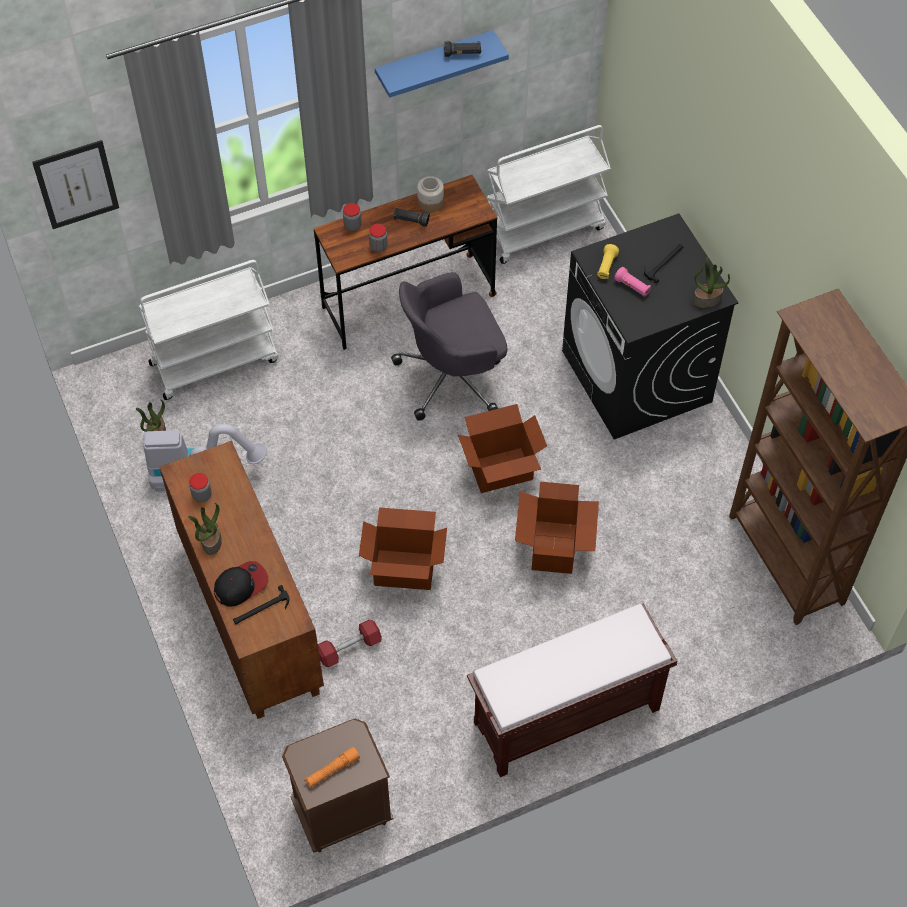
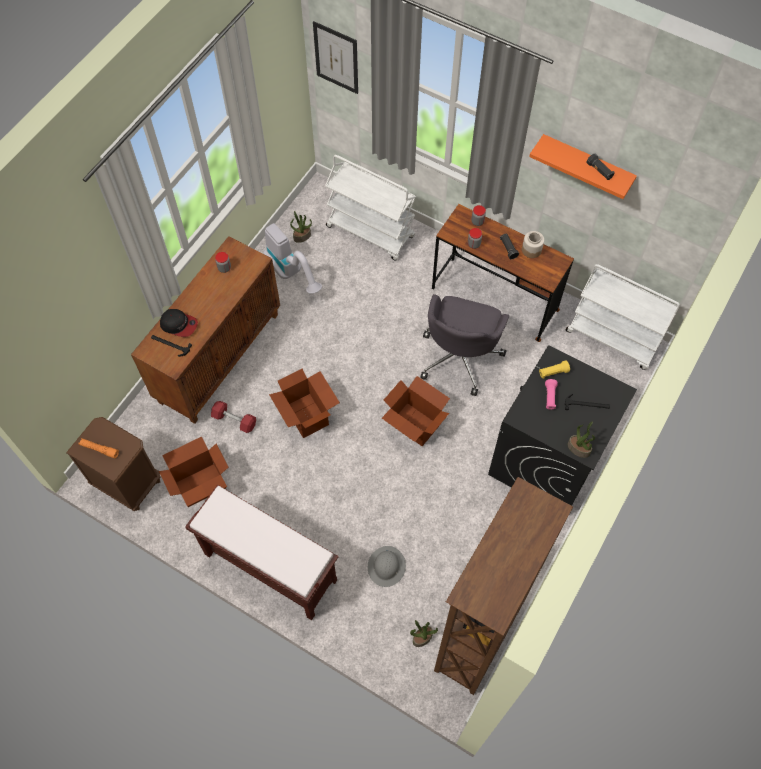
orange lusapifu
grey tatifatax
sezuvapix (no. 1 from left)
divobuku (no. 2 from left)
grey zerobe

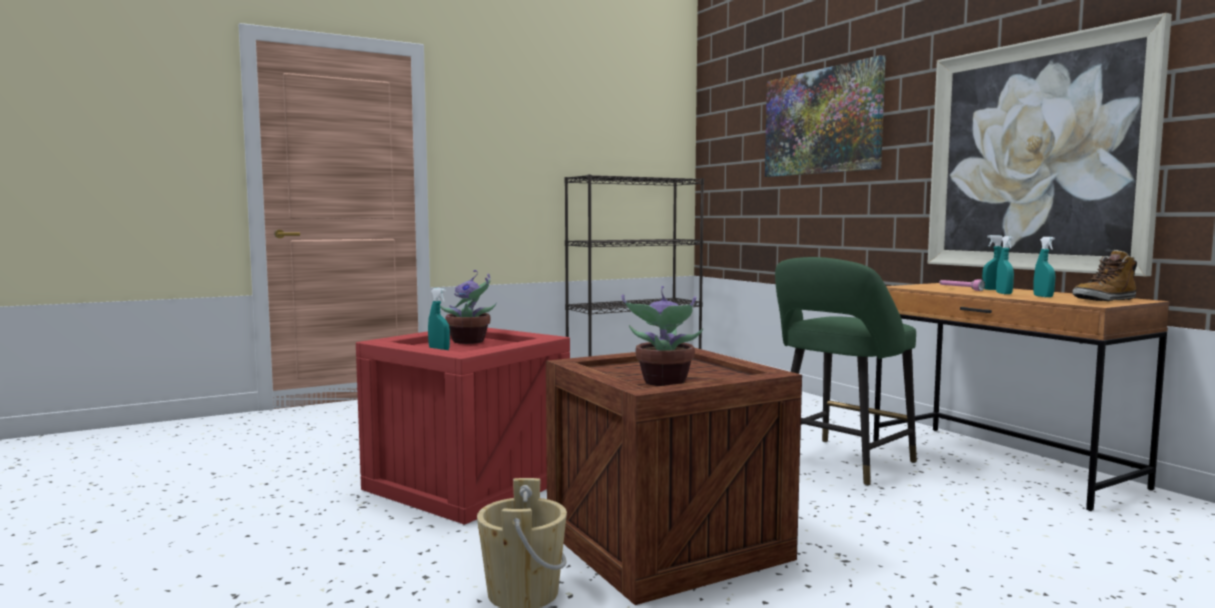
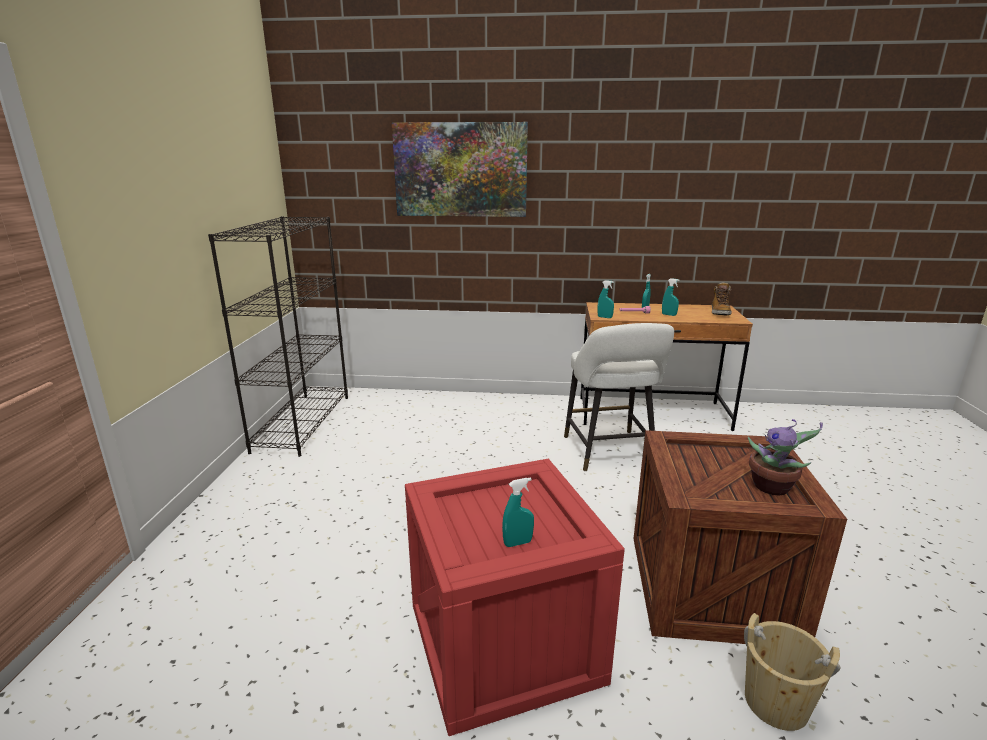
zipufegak (no. 2 from left in the first image)
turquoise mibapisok (no. 2 from left)
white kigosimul
divobuku (no. 1 from left in the first image)

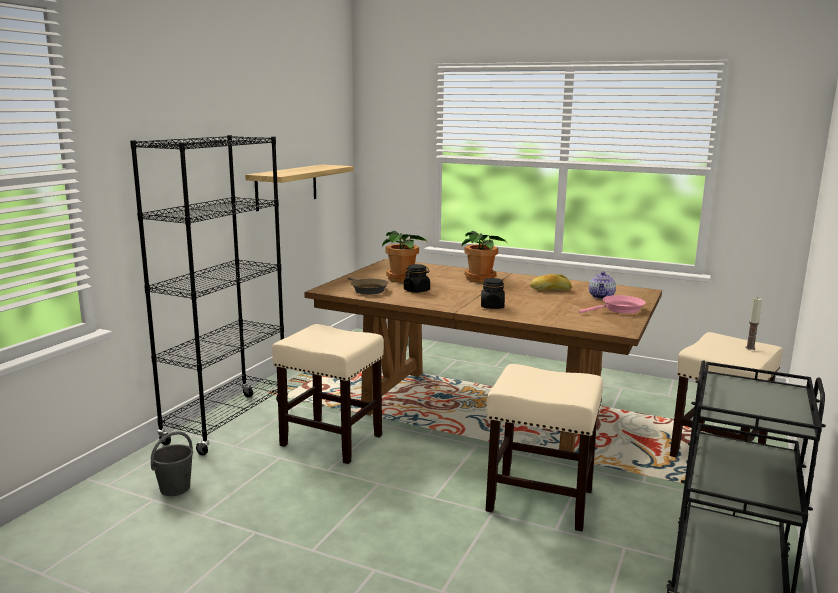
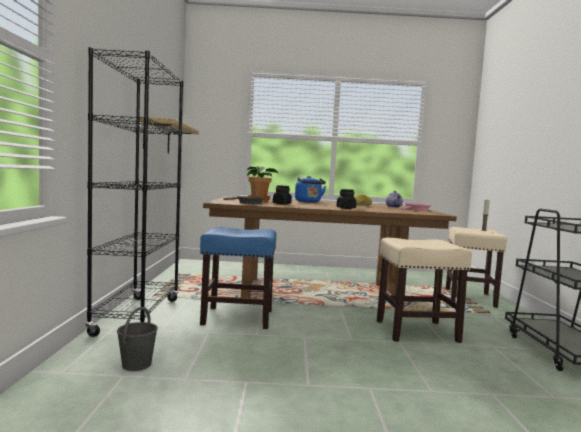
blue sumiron
blue kigosimul

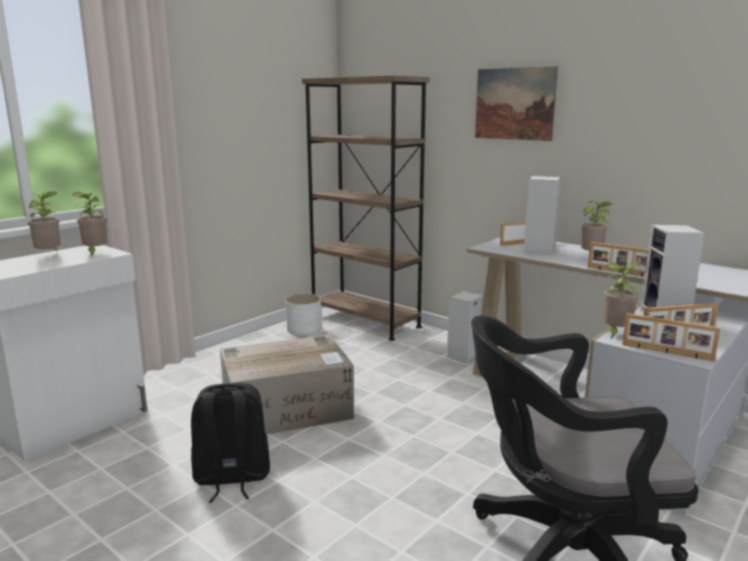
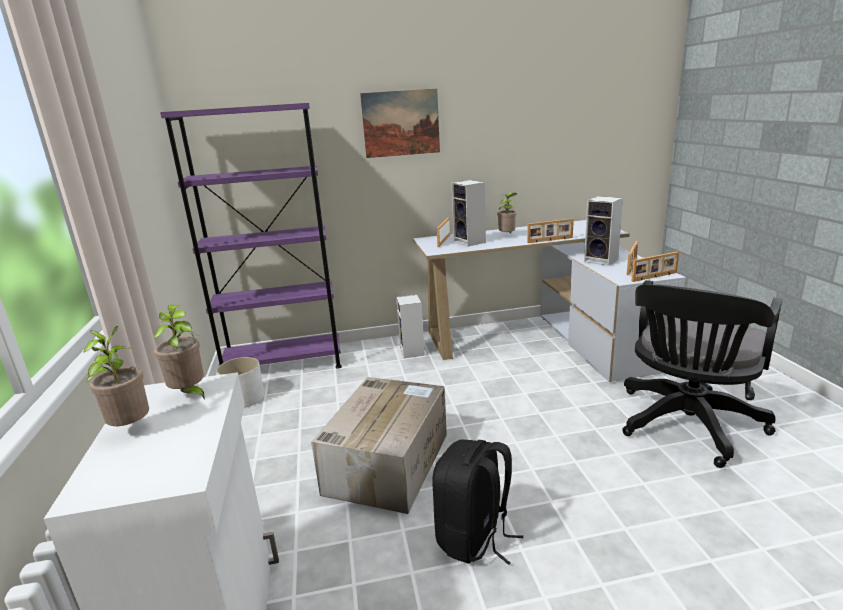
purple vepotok
divobuku (no. 4 from left in the first image)

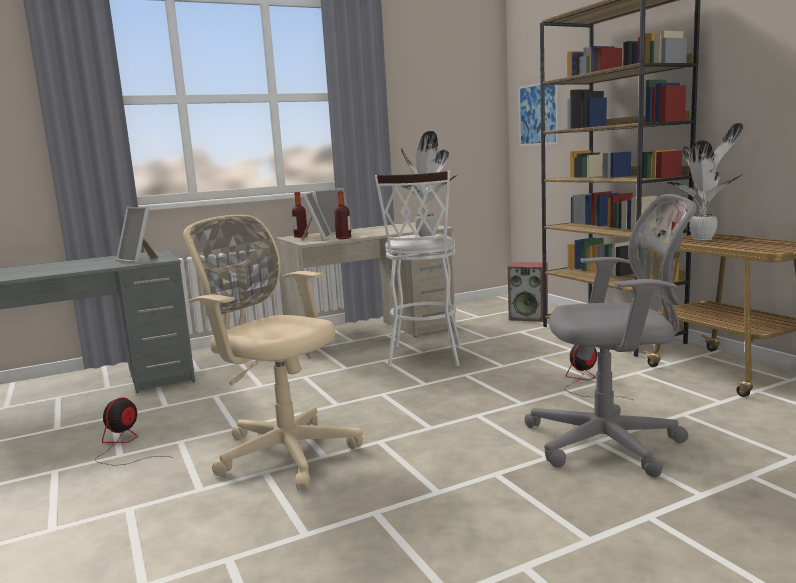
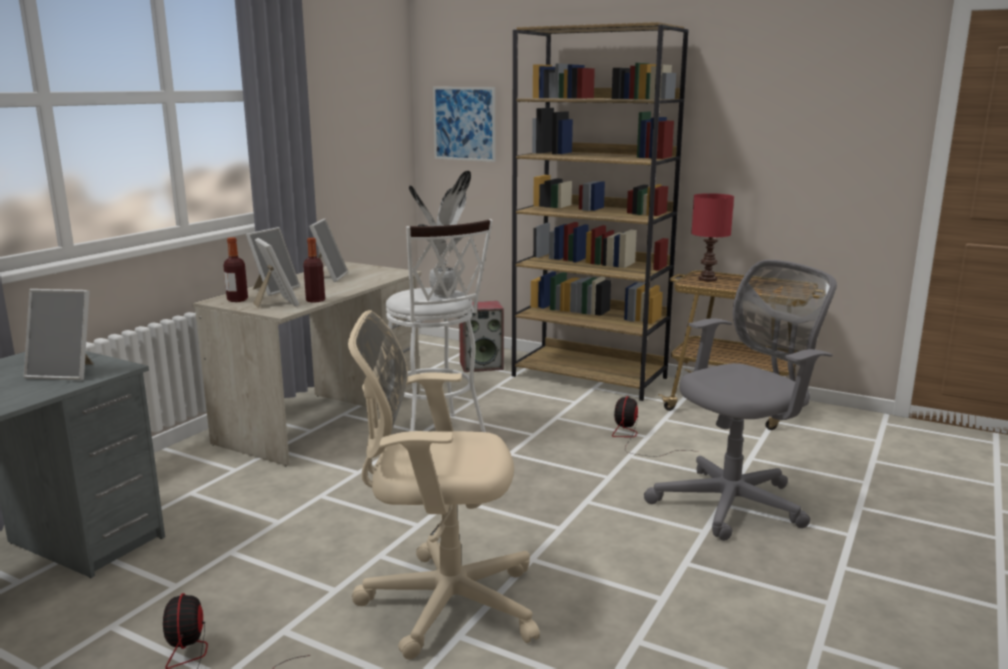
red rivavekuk
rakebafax (no. 4 from left)

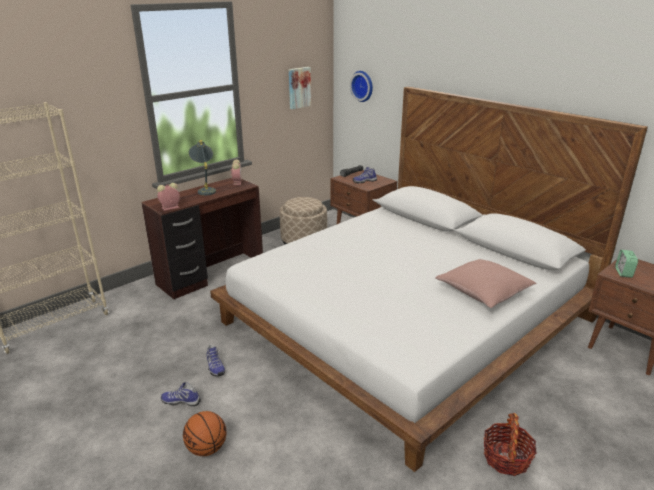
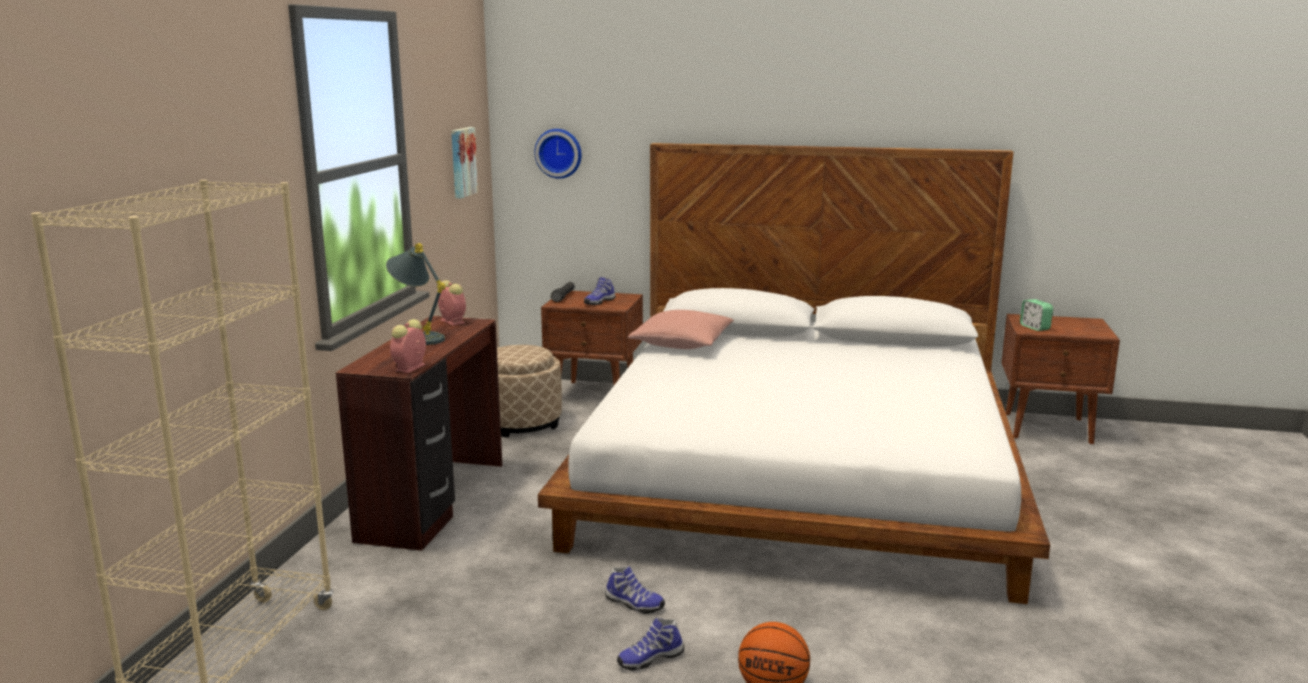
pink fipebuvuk
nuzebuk

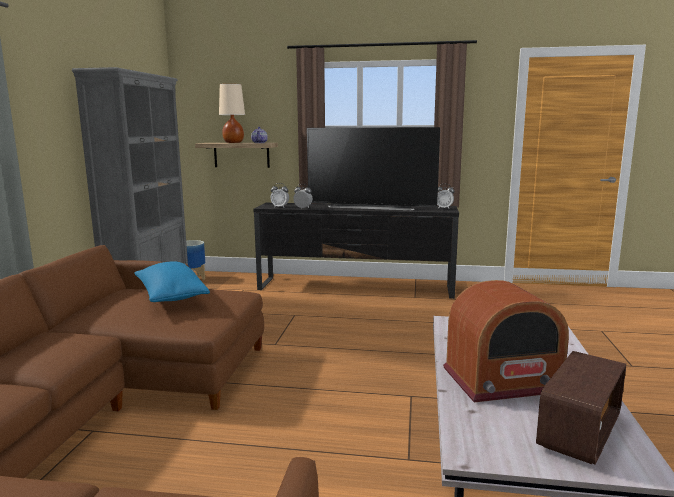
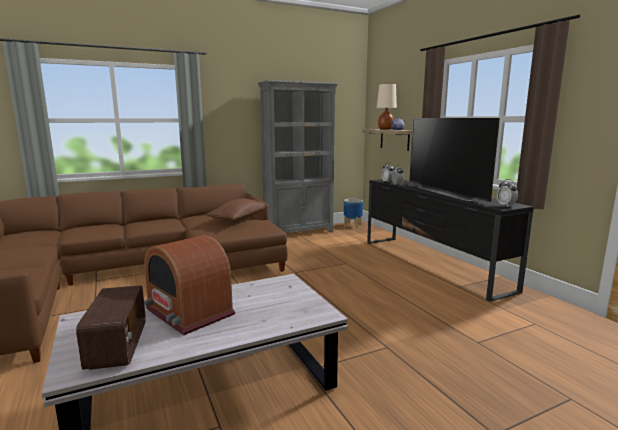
brown fipebuvuk
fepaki (no. 1 from left)

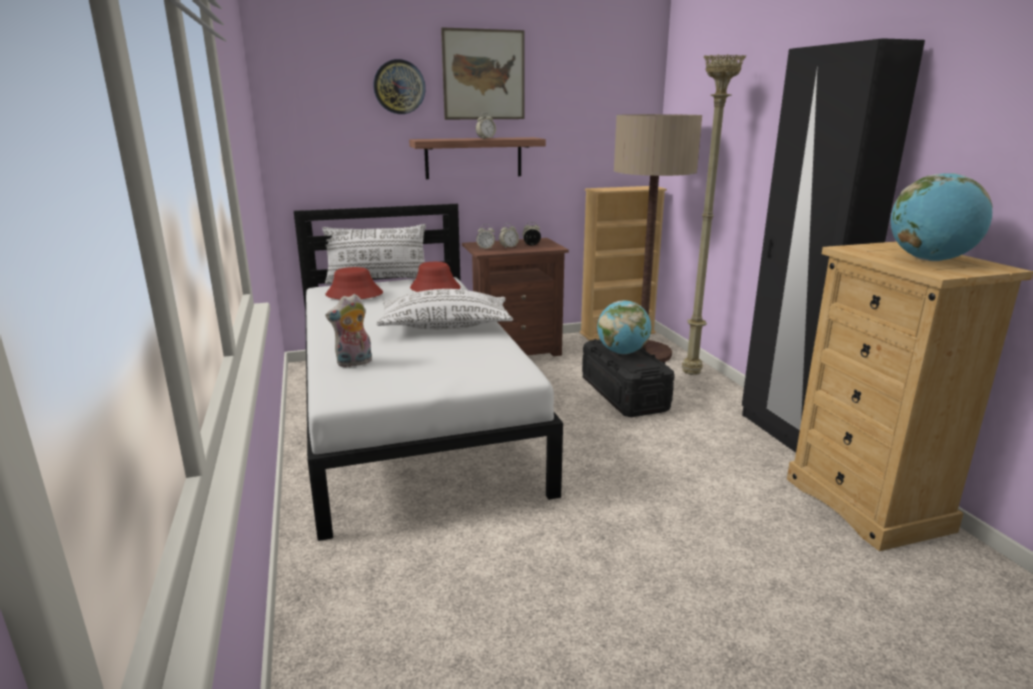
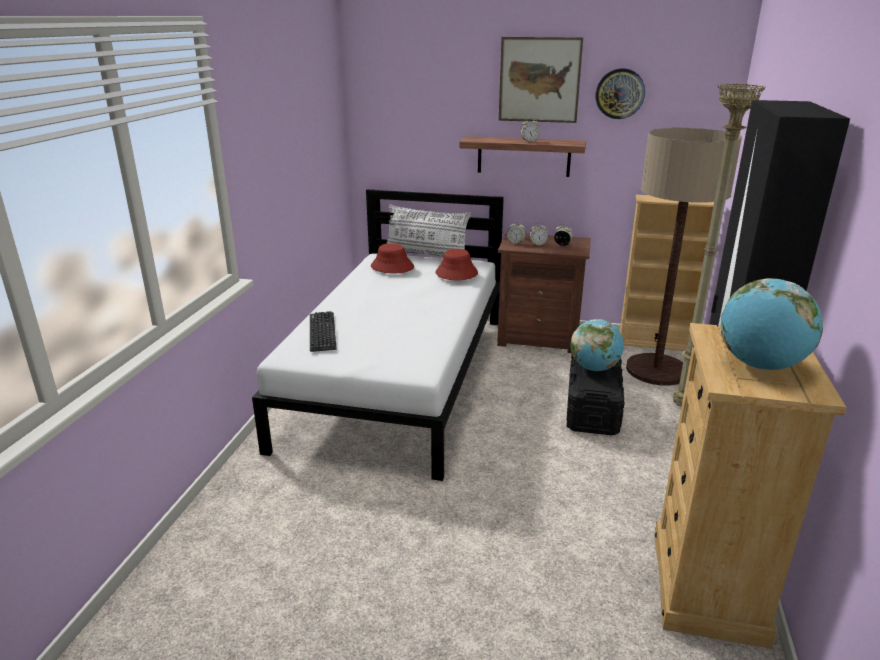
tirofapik
white fipebuvuk (no. 2 from left in the first image)
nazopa

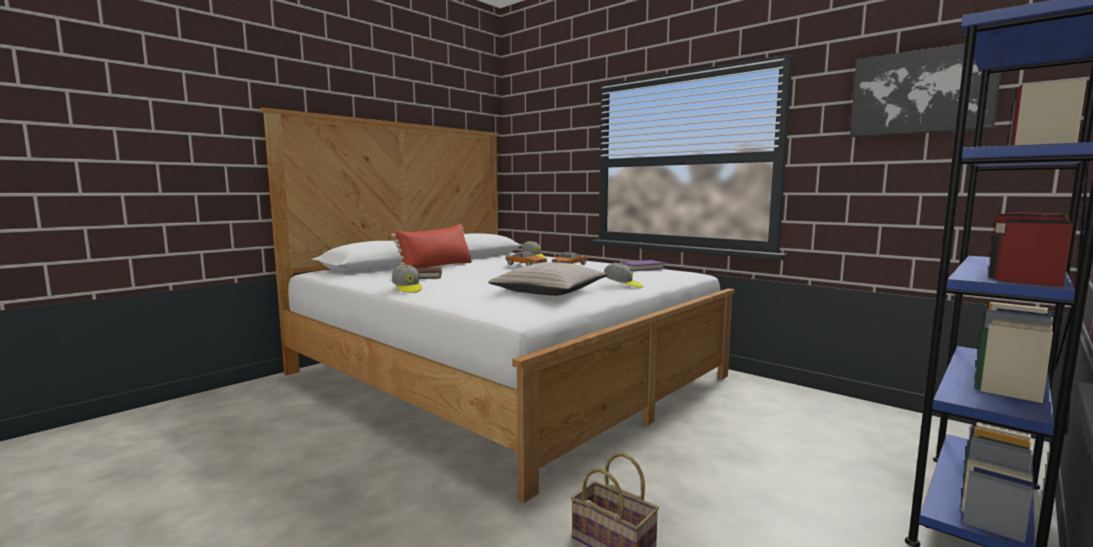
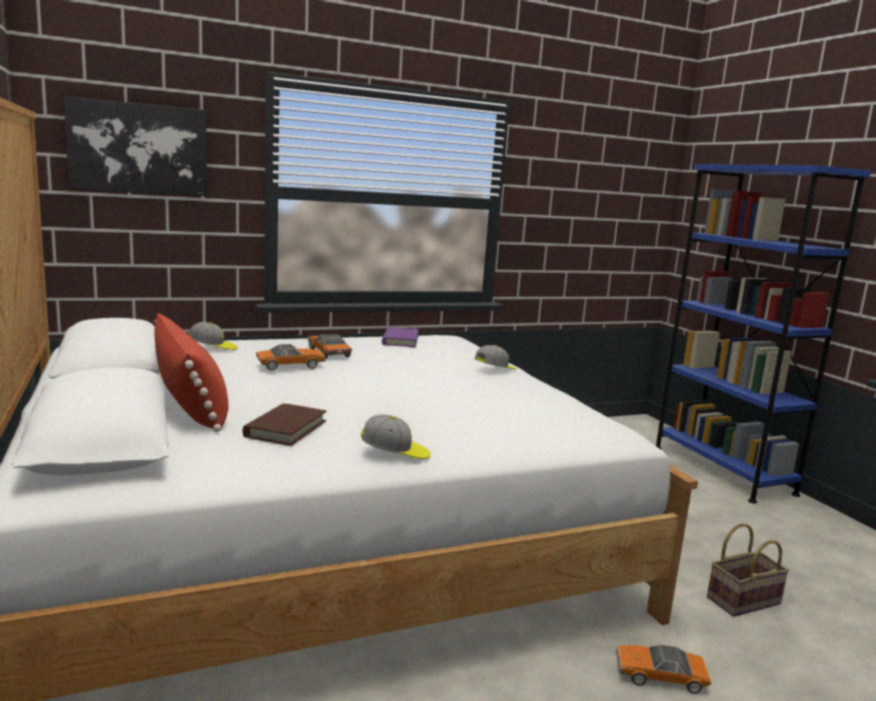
zipufegak
beige fipebuvuk
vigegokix (no. 3 from left)

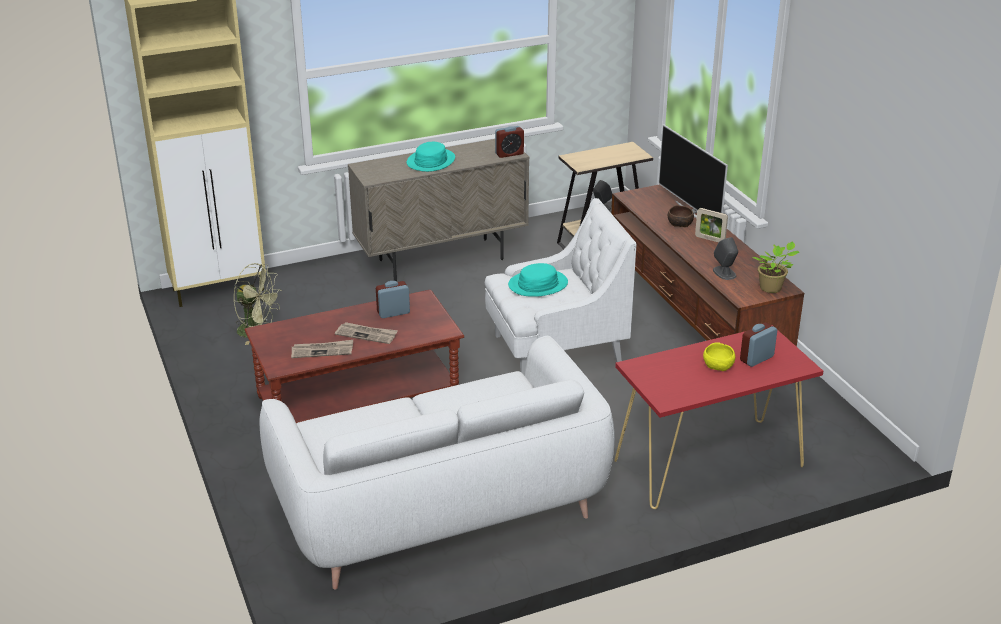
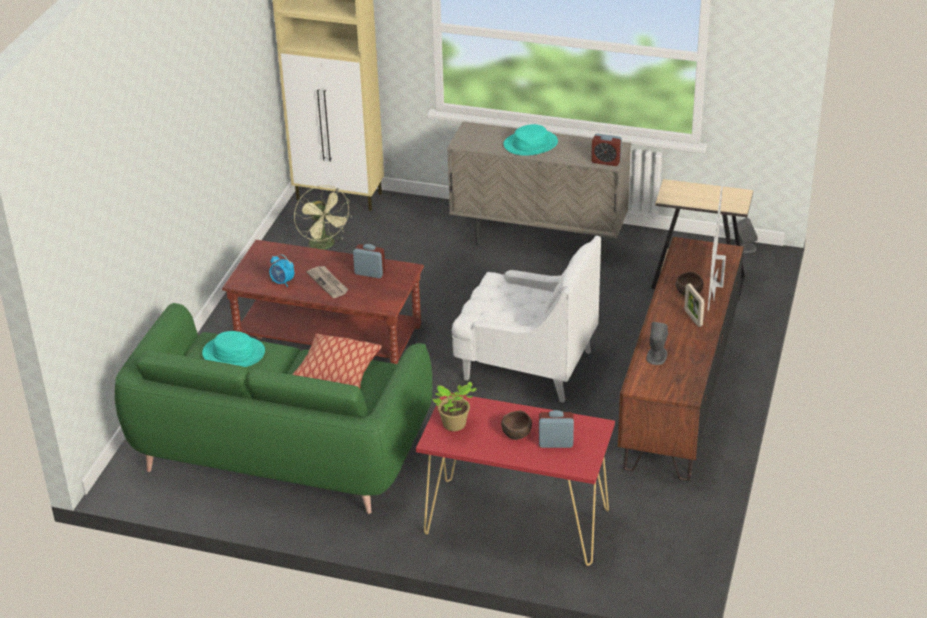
divobuku
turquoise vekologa (no. 1 from left)
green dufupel
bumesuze (no. 1 from left)
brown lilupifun (no. 1 from left)
fipebuvuk

